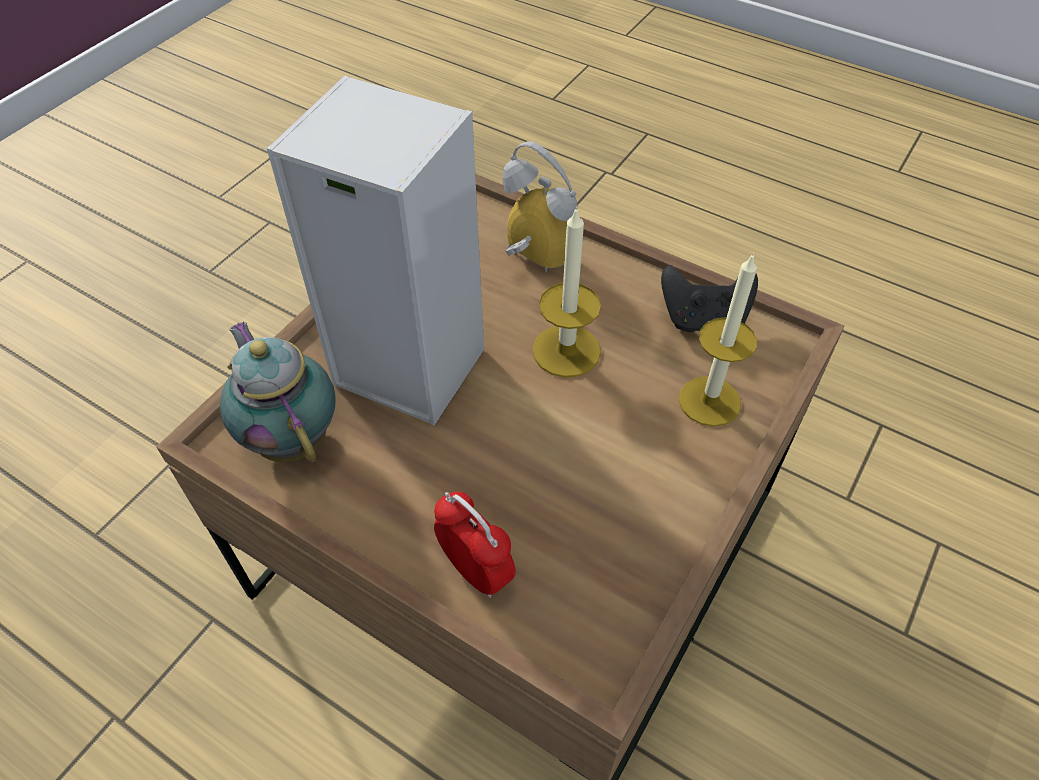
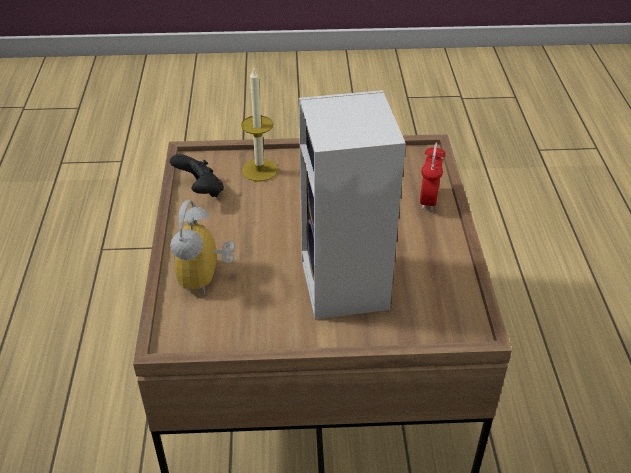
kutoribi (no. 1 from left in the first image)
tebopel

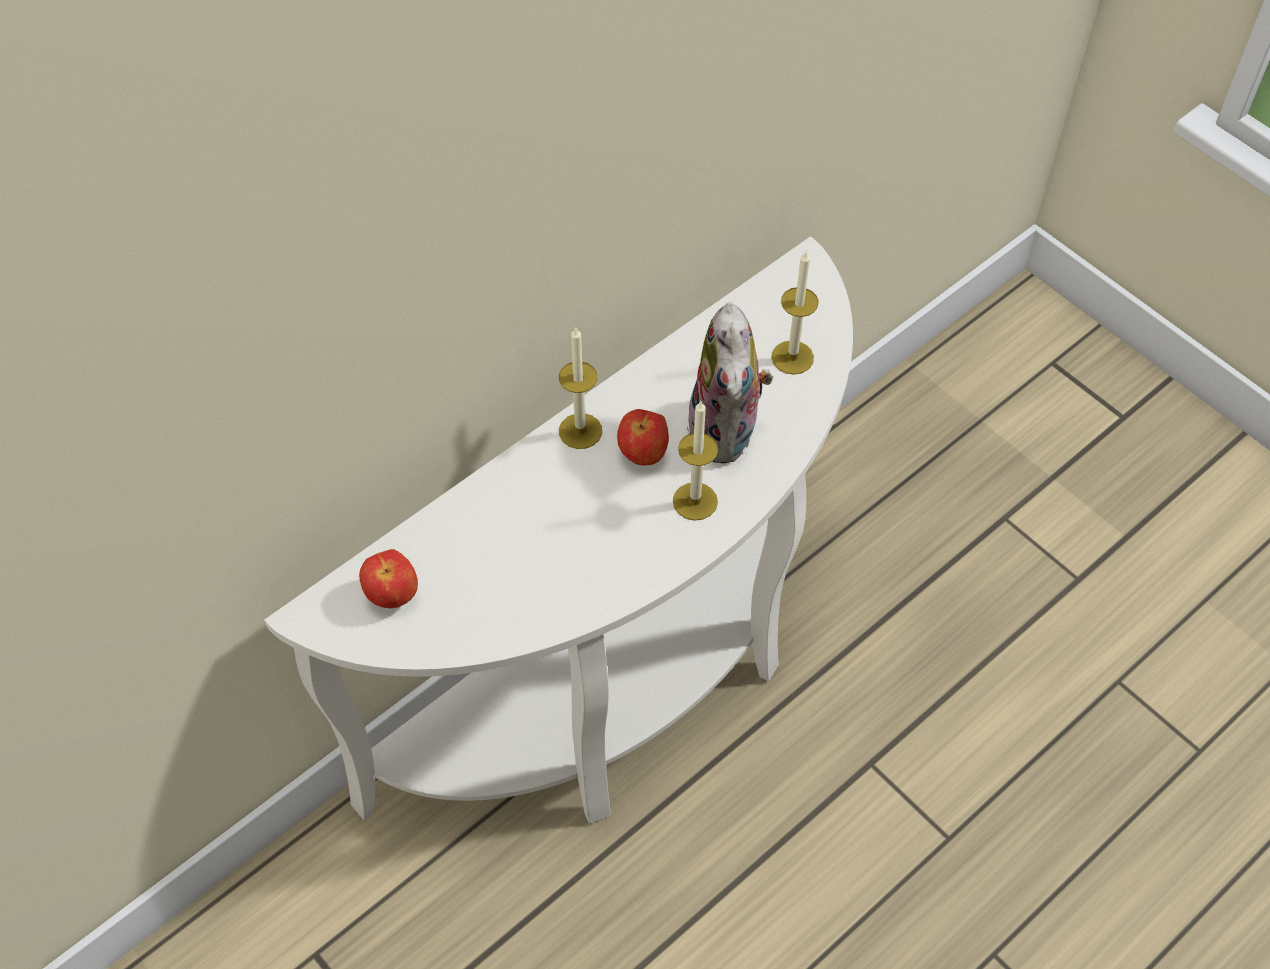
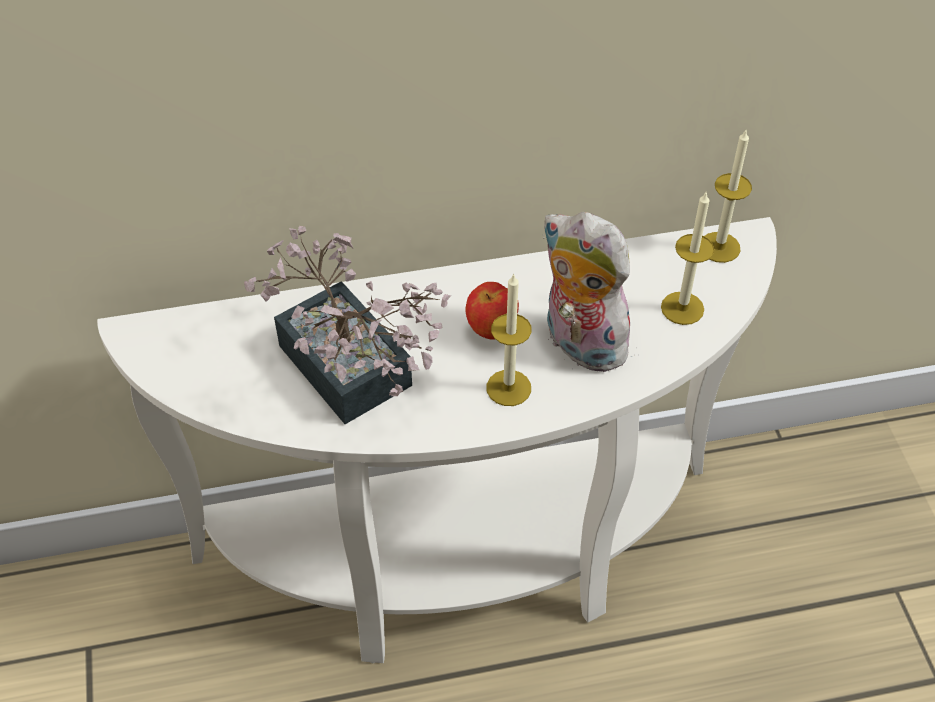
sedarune
kutoribi (no. 3 from left)
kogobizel (no. 1 from left in the first image)
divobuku

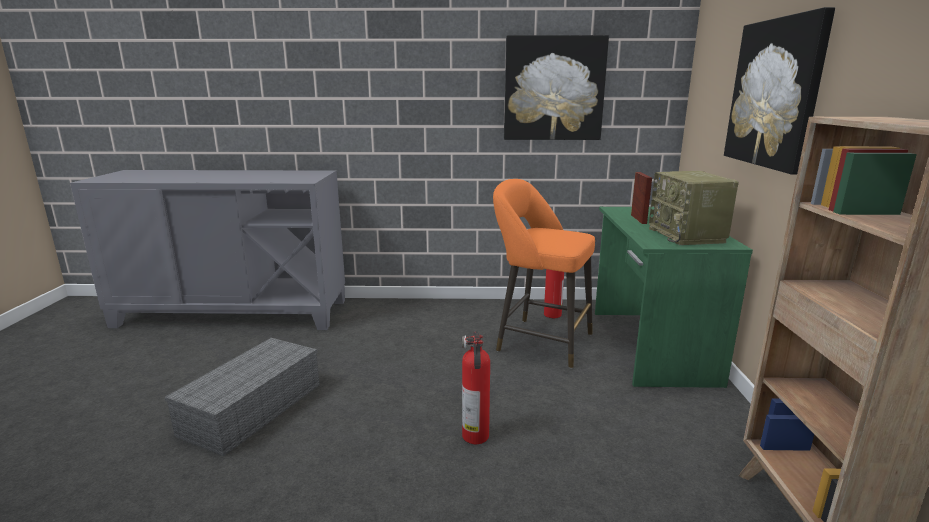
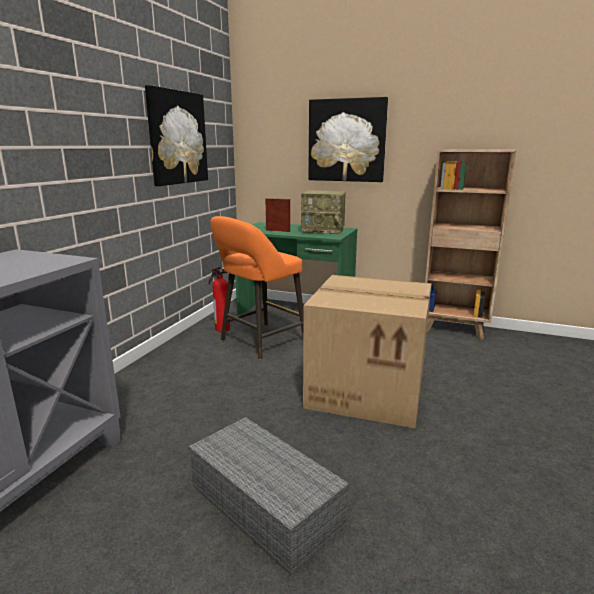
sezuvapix

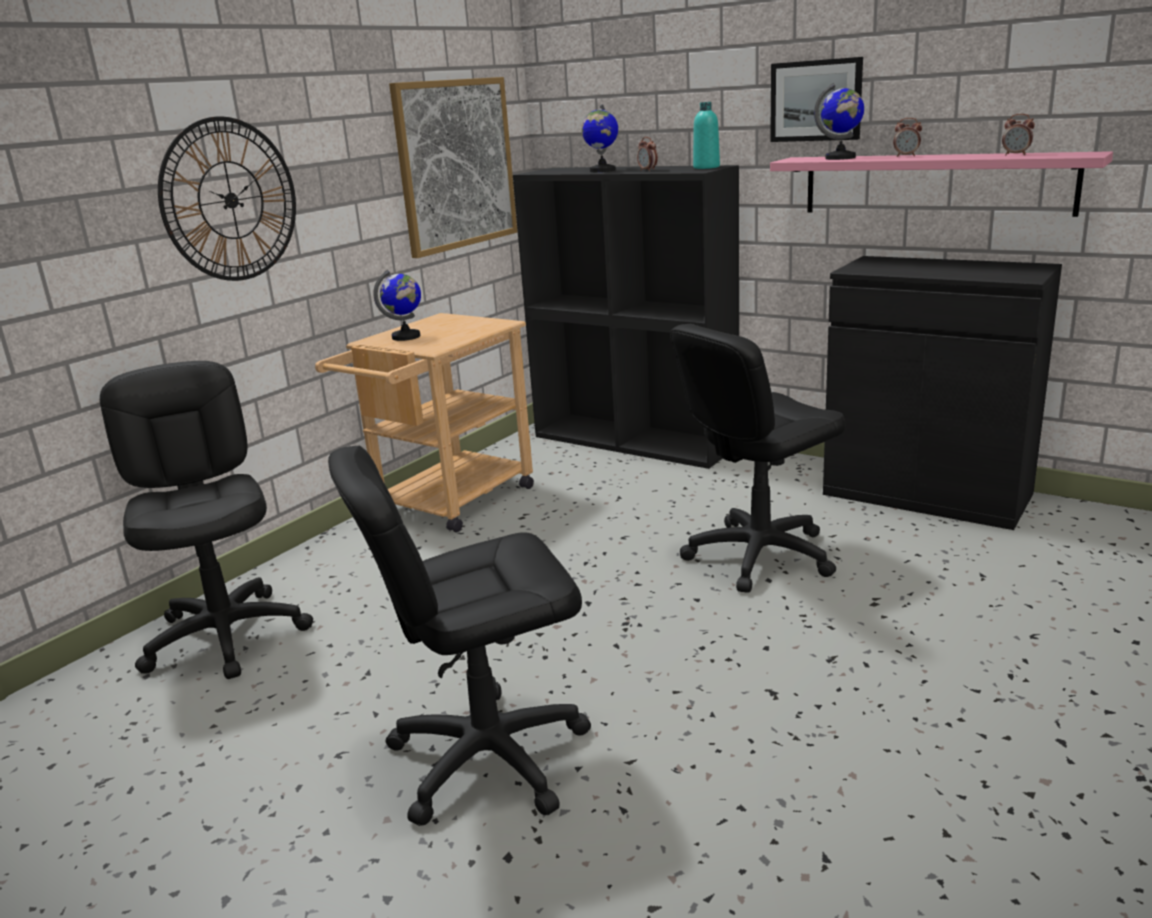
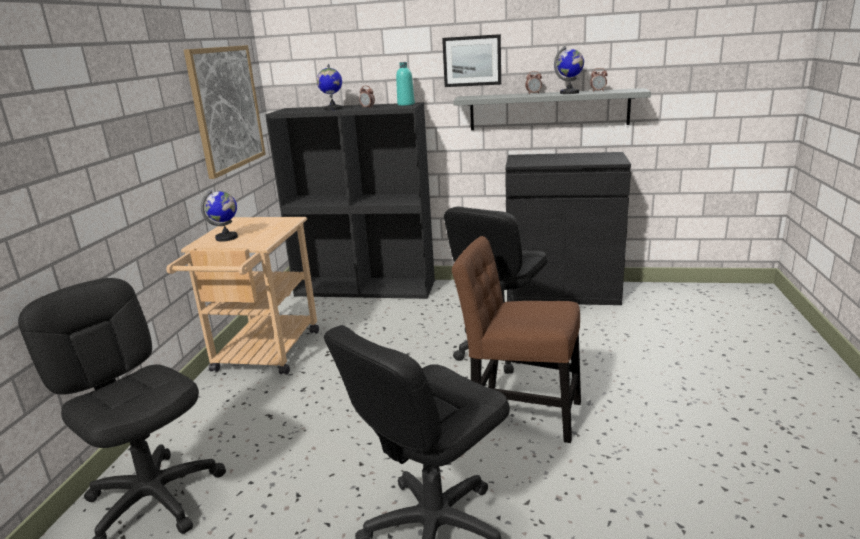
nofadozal (no. 3 from left)
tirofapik
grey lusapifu
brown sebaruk

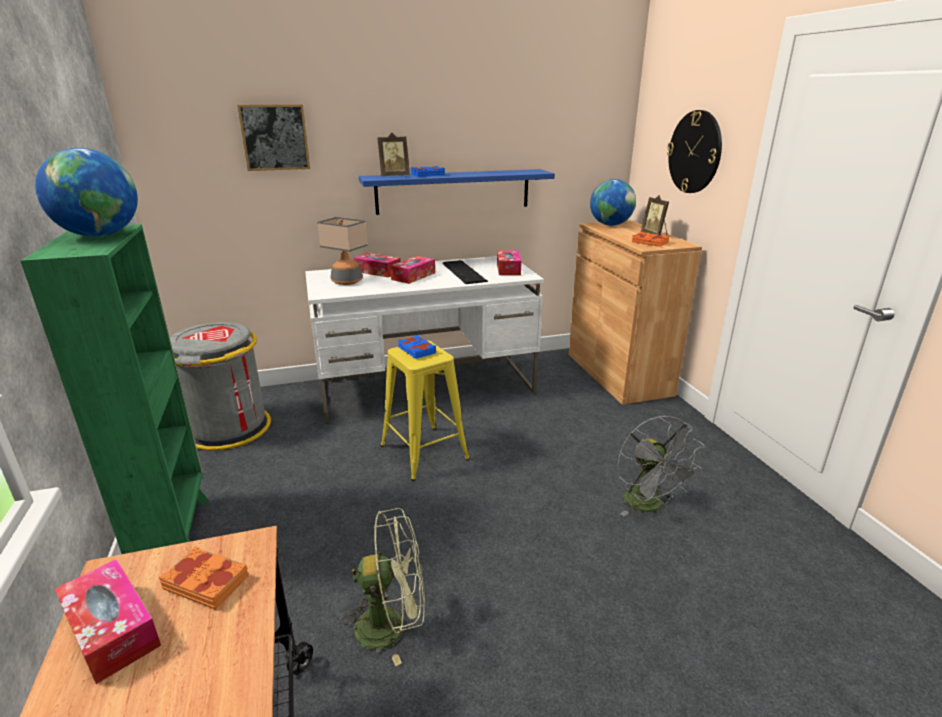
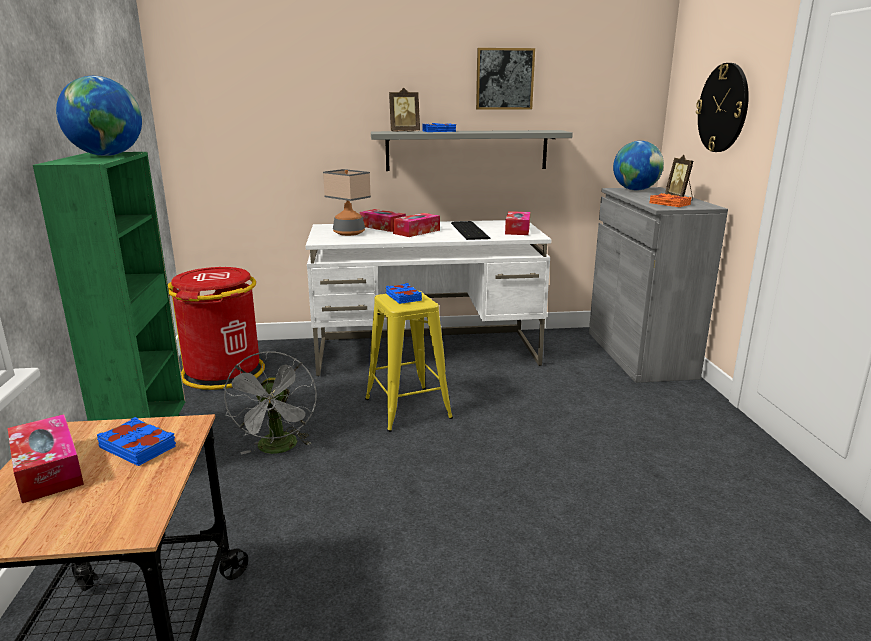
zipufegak
grey lusapifu
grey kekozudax
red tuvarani
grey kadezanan
green kadezanan
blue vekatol (no. 1 from left)

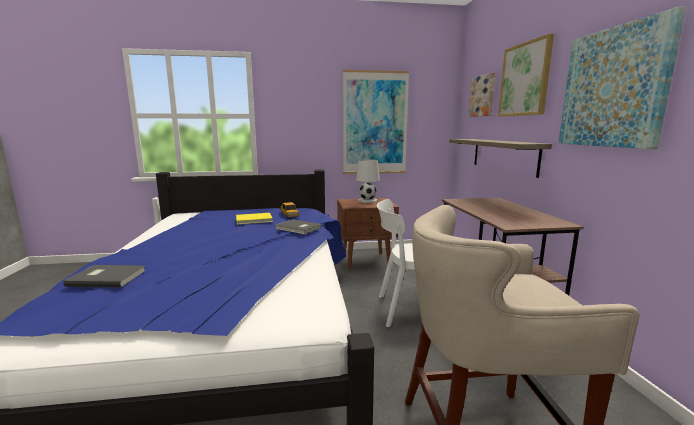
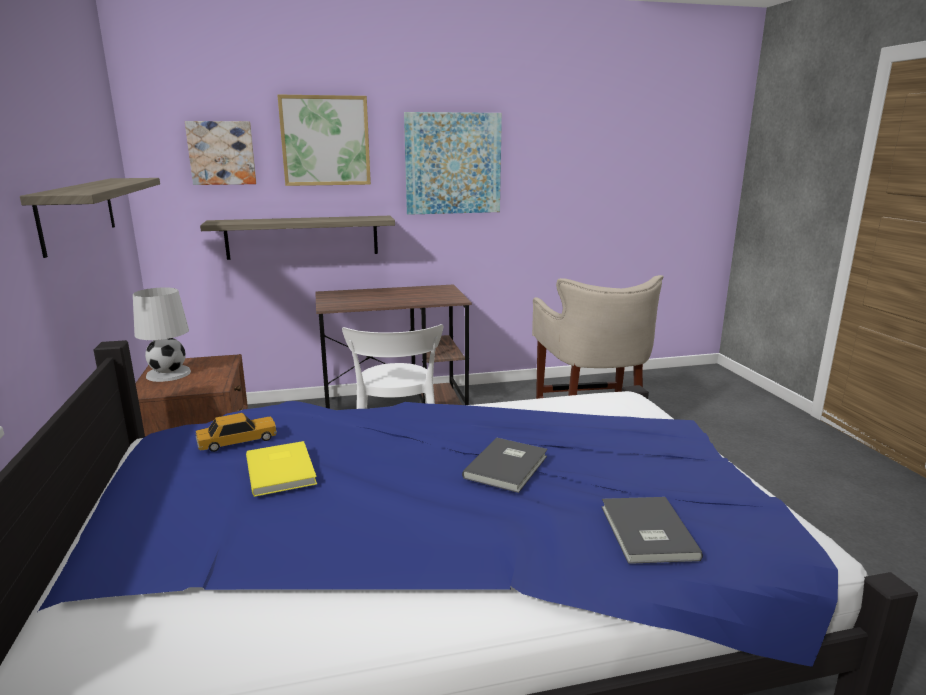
lusapifu (no. 1 from left)
grey vekatol (no. 1 from left)

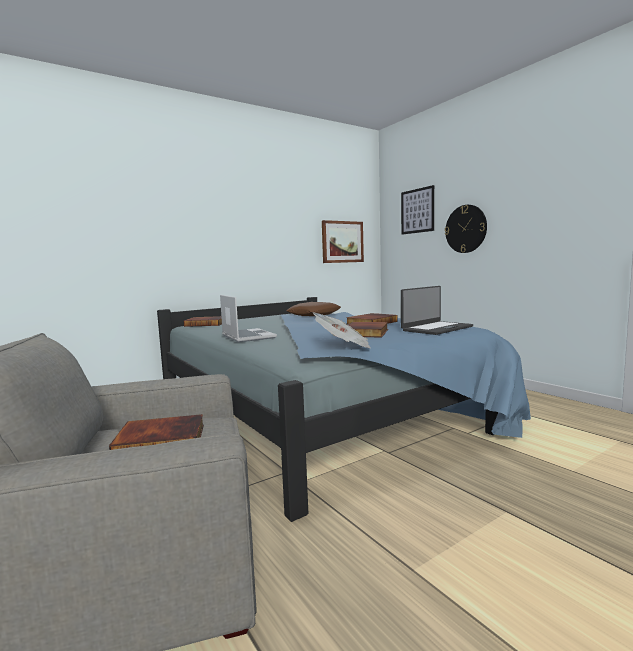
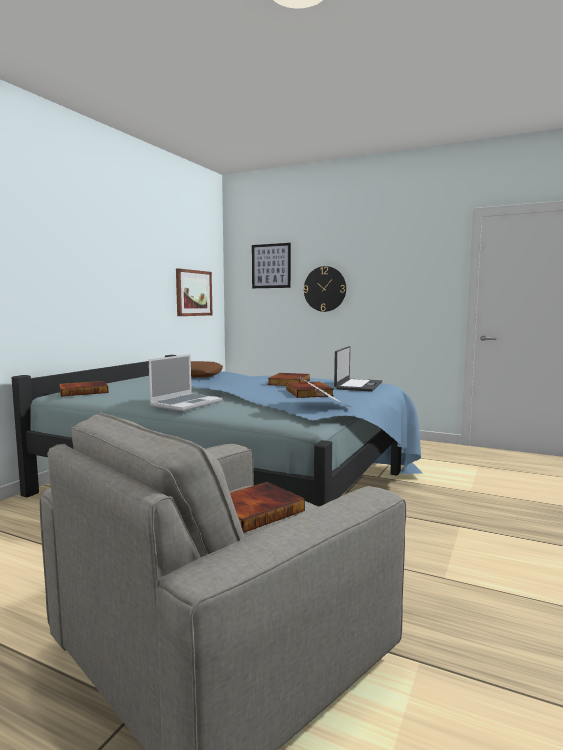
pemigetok (no. 1 from left)

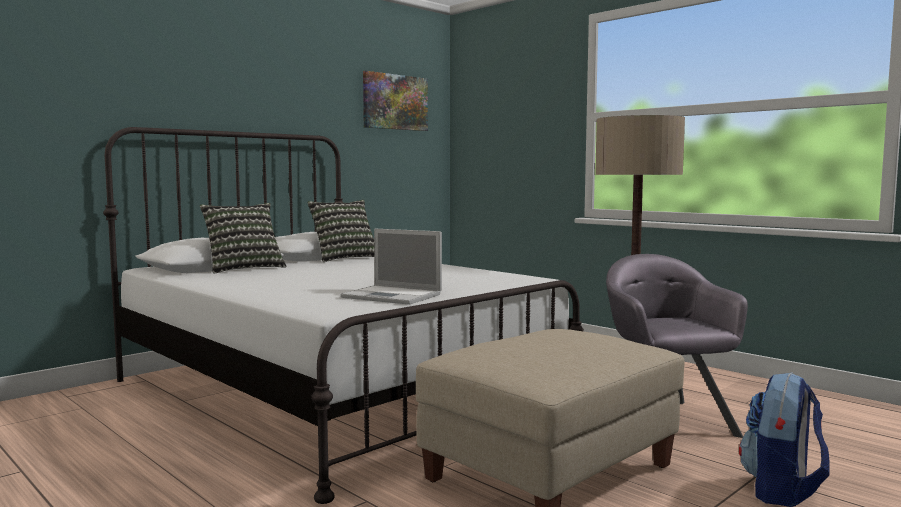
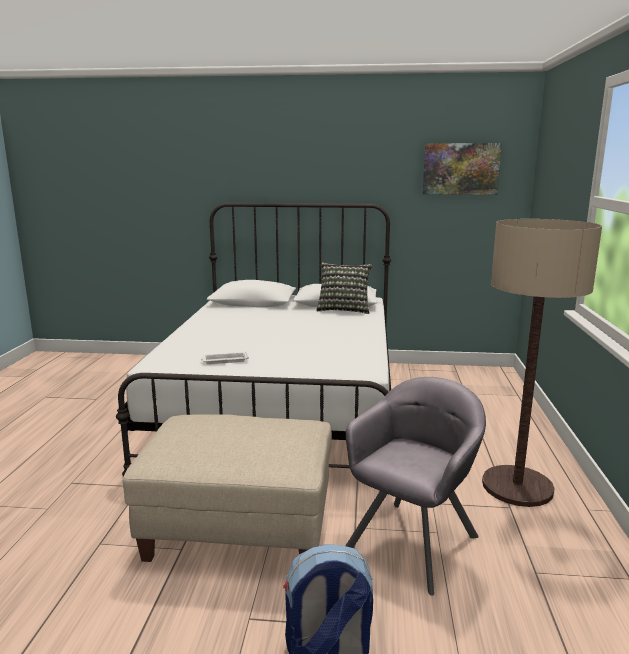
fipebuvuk (no. 1 from left in the first image)
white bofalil

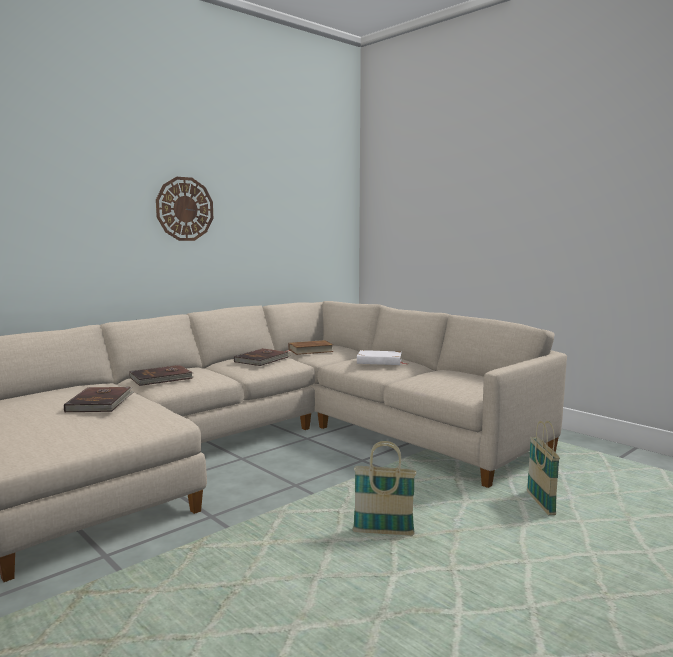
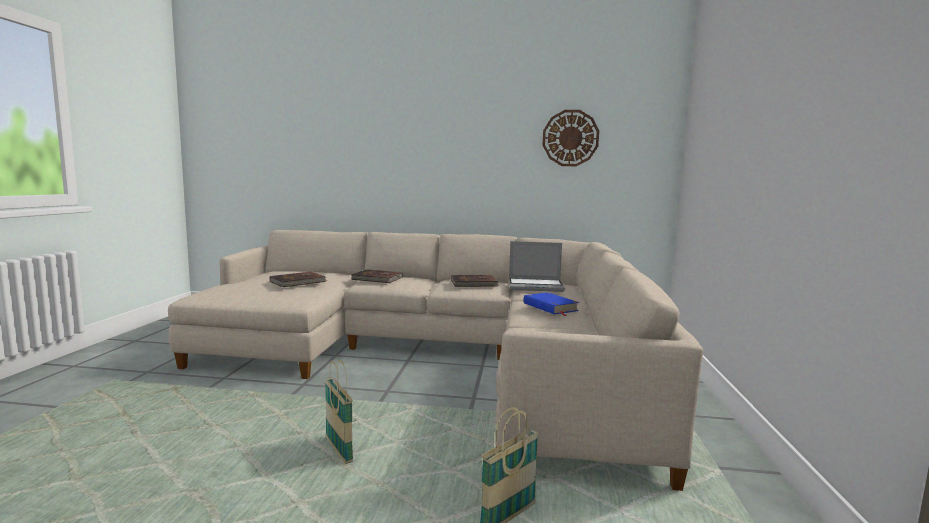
tirofapik
pemigetok
blue vekatol

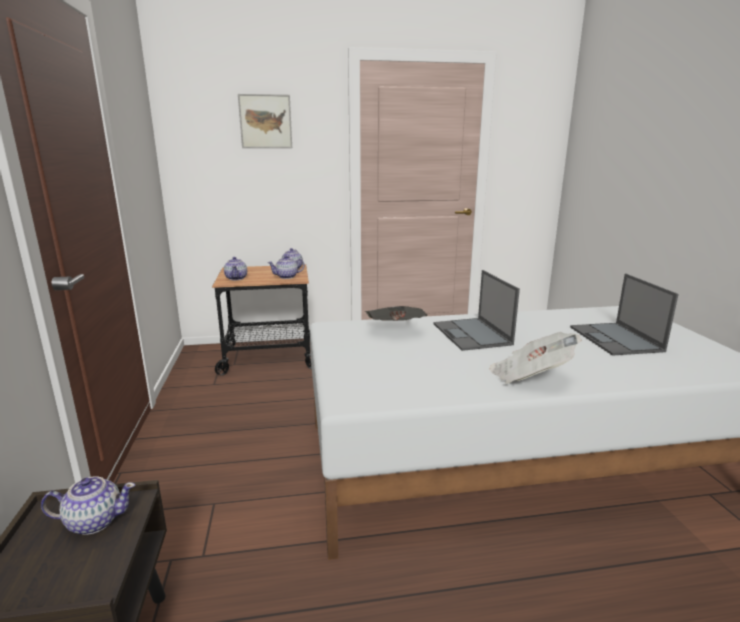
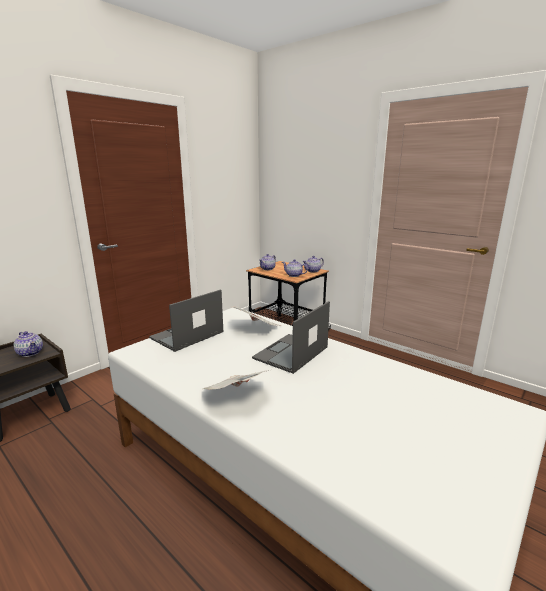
zipufegak
pemigetok (no. 1 from left)

